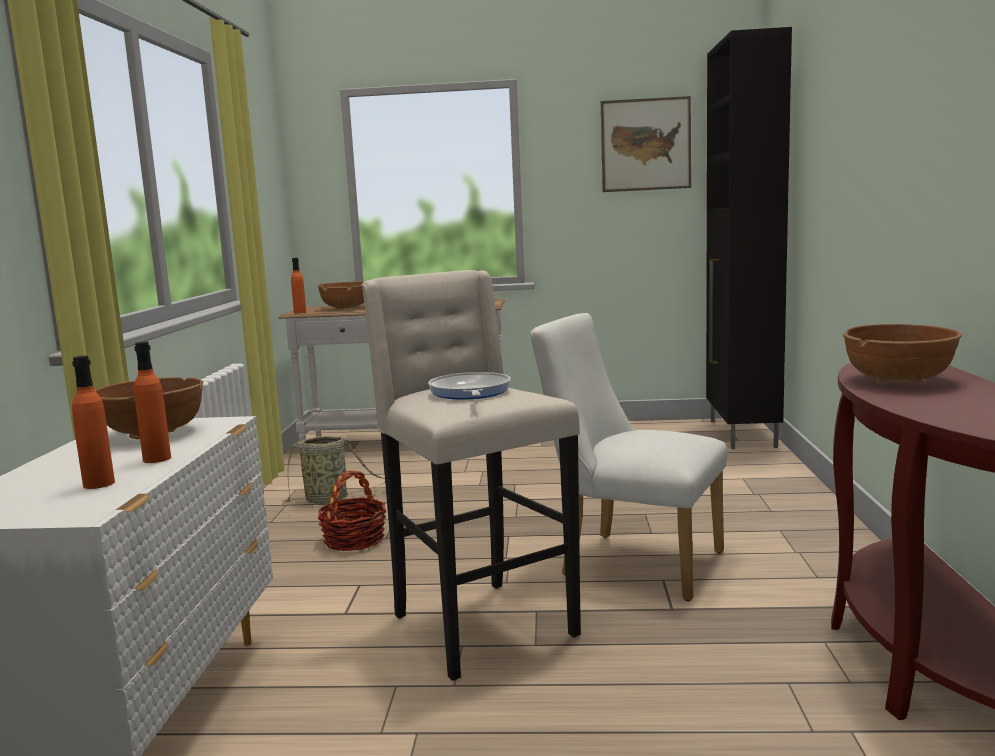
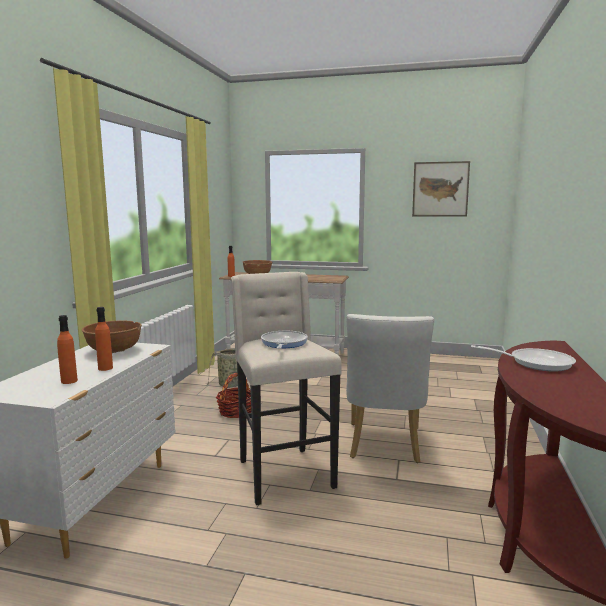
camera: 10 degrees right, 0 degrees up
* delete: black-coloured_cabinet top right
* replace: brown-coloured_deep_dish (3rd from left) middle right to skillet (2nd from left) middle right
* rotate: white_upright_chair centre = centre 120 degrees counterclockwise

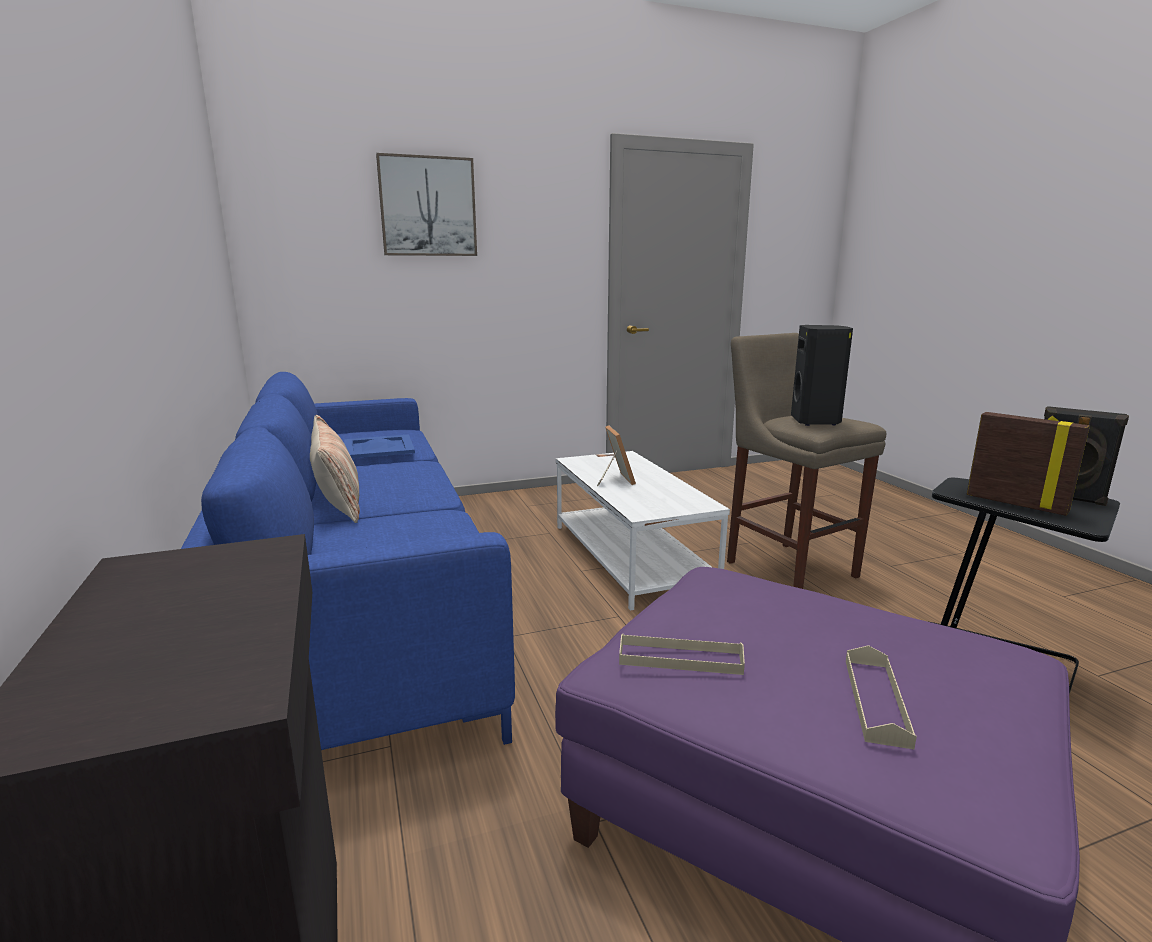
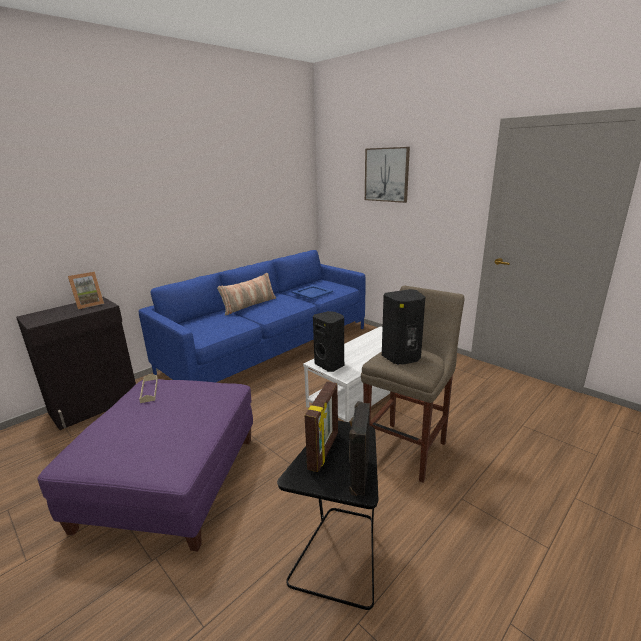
camera: 65 degrees right, 5 degrees up
* delete: beige_serving_tray (2nd from left) bottom right
* insert: black-coloured_speaker (1st from left) centre
* move: photo_frame (1st from left) centre to middle left

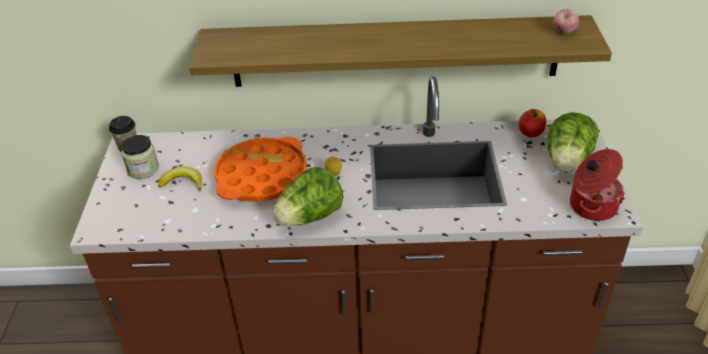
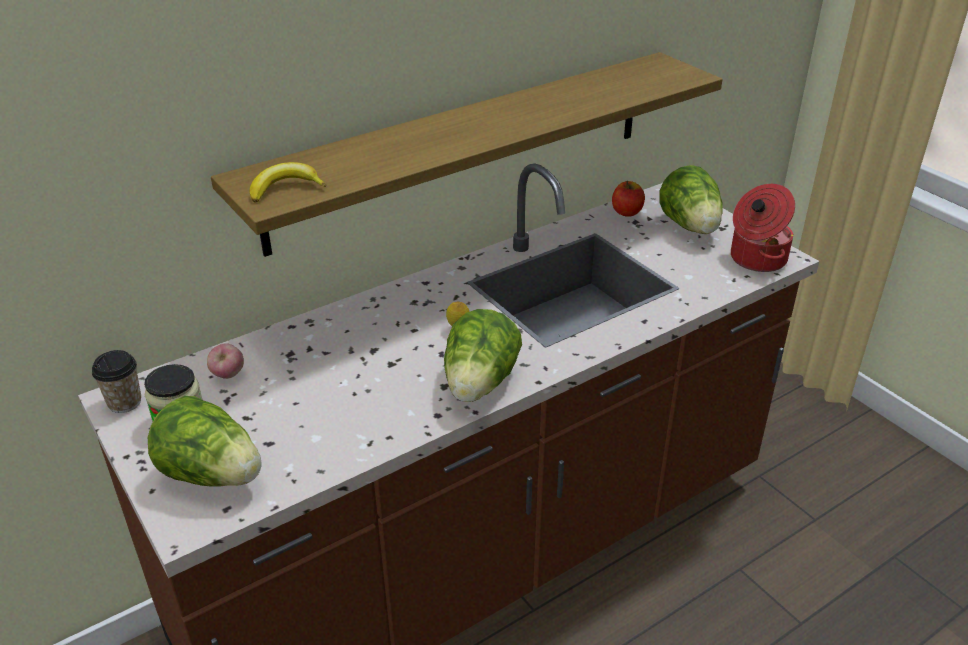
camera: 35 degrees left, 5 degrees down
* delete: orange-coloured_serving_tray centre
* insert: lettuce_head (1st from left) bottom left
* move: whole_banana middle left to top left
* move: apple (2nd from left in the first image) top right to apple (1st from left) middle left

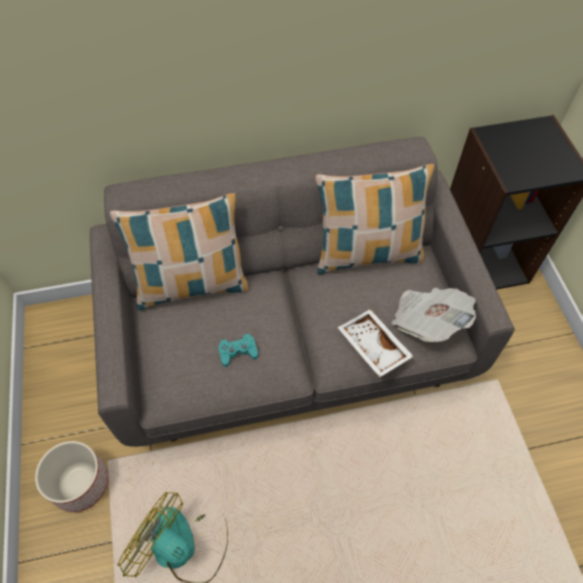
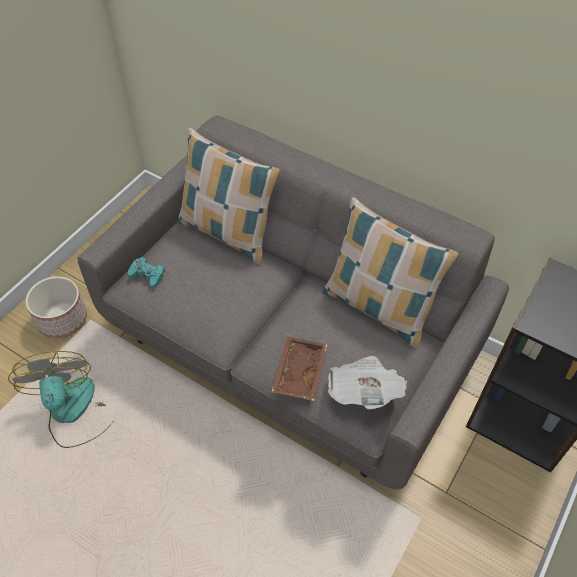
camera: 45 degrees right, 5 degrees down
* move: turquoise-coloured_joypad centre to middle left
* recolor: white_serving_tray centre to brown-coloured_serving_tray centre

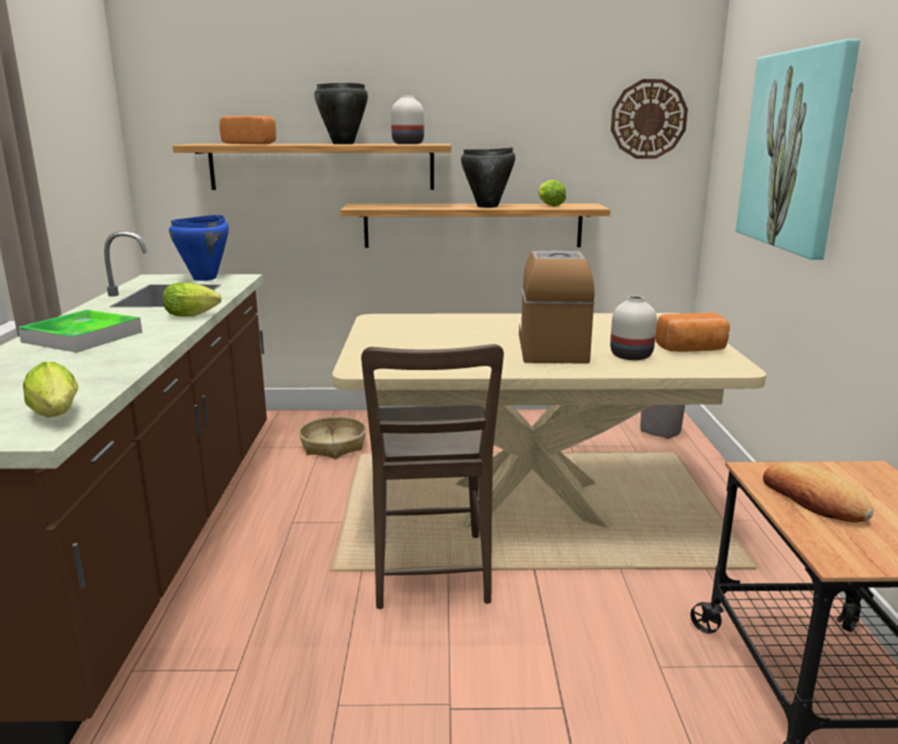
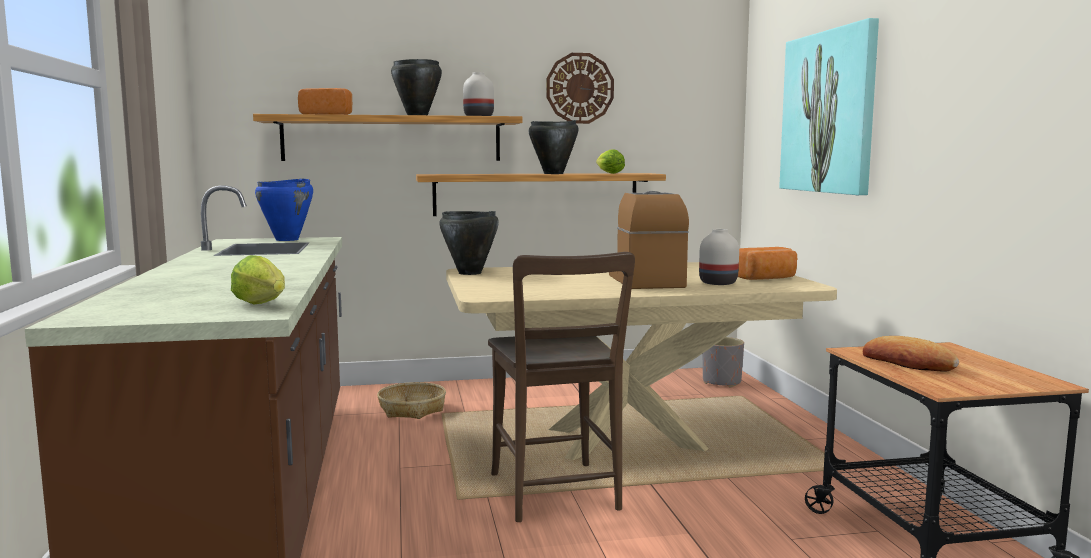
camera: 10 degrees left, 10 degrees down
* delete: serving_tray middle left
* delete: lettuce_head (2nd from left) middle left
* insert: black-coloured_stockpot (2nd from left) centre
* move: wall_clock top right to top centre

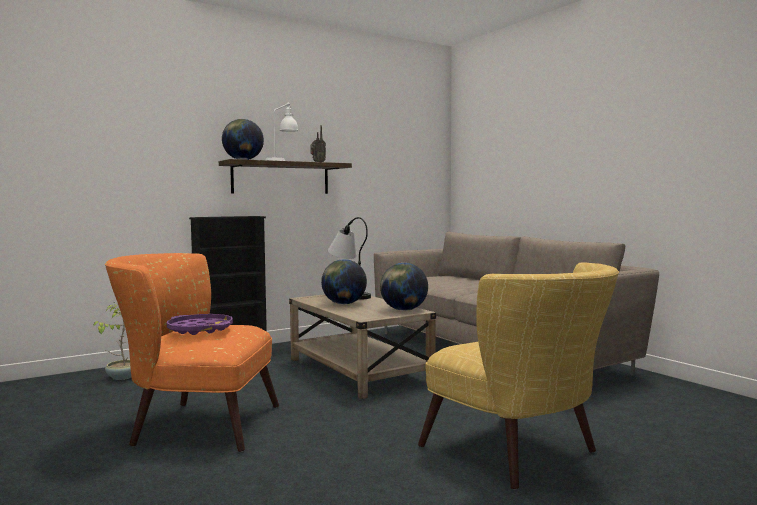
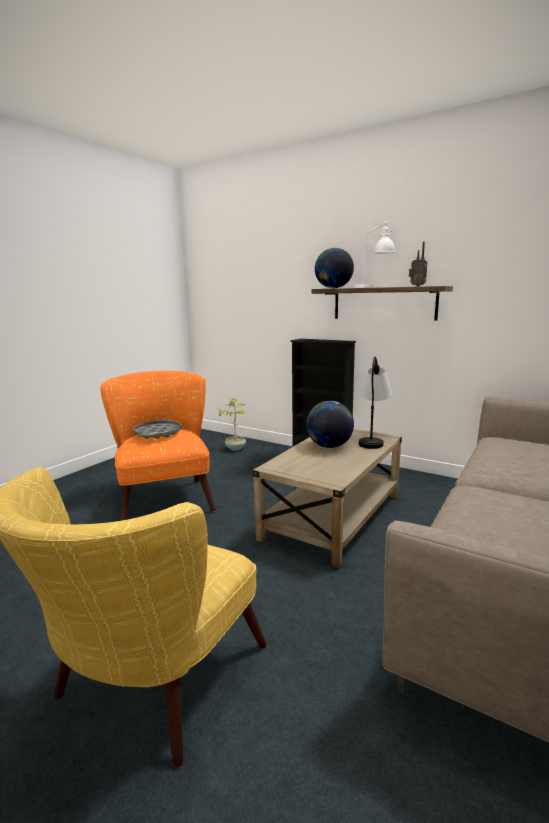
camera: 65 degrees right, 10 degrees up
* delete: desk_globe (3rd from left) centre
* recolor: purple_serving_tray middle left to gray_serving_tray middle left

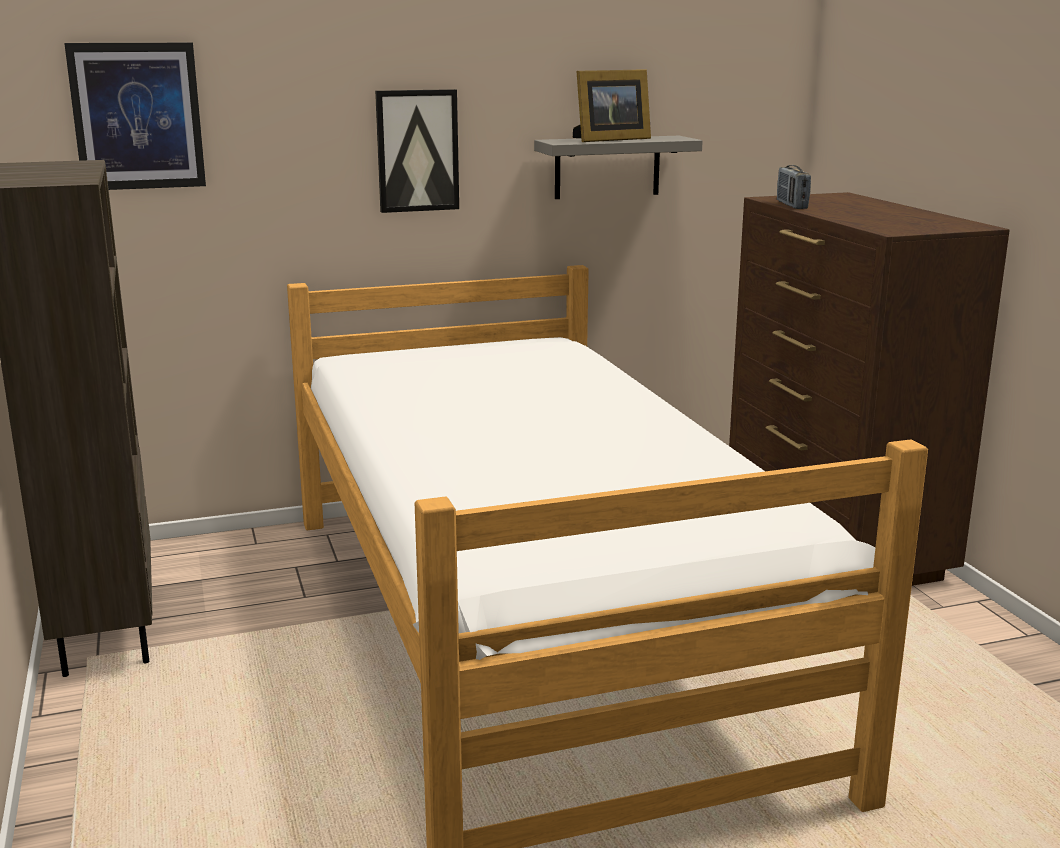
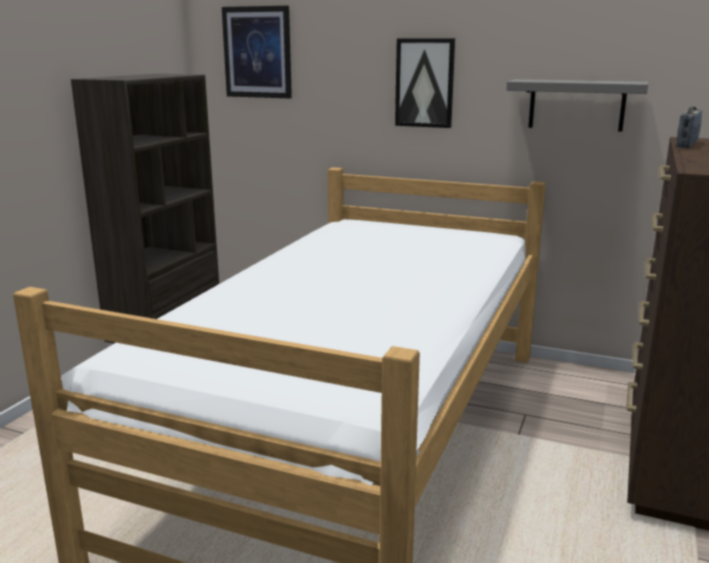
camera: 40 degrees right, 0 degrees up
* delete: photo_frame top centre

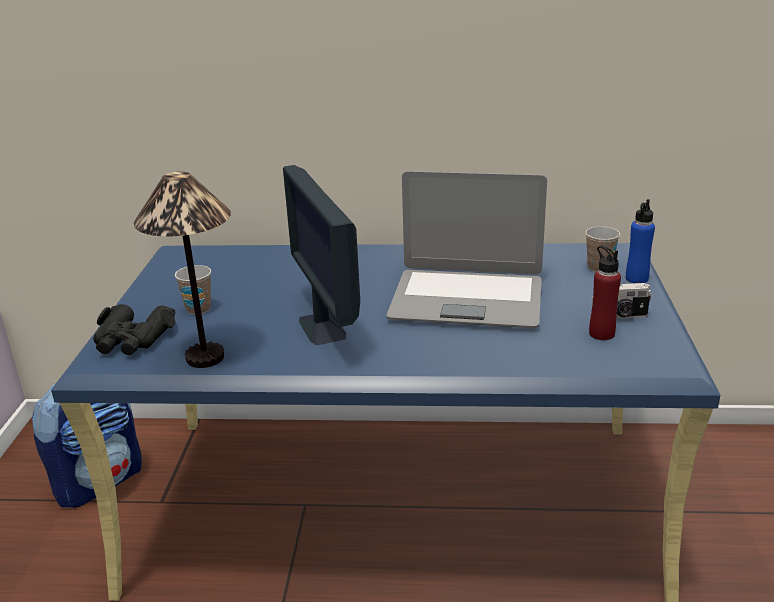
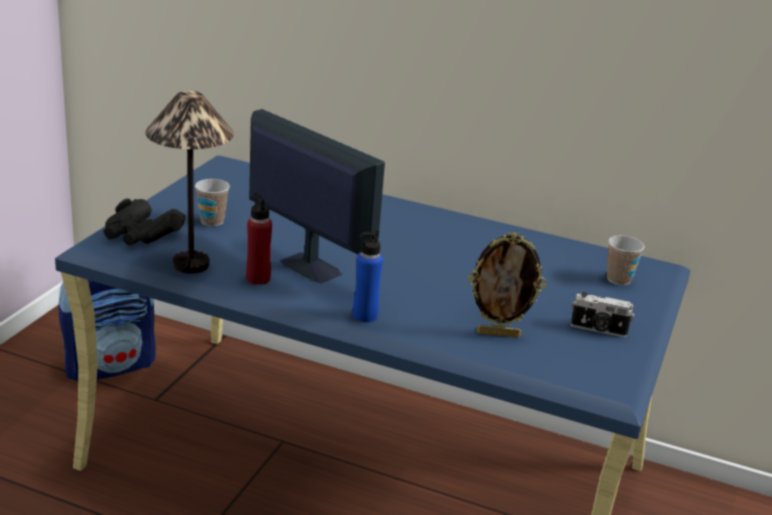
camera: 15 degrees right, 0 degrees up
* delete: laptop centre
* insert: photo_frame centre
* move: reddish_drink_bottle middle right to centre
* move: bluish_drink_bottle middle right to centre
* rotate: computer_display centre = centre 135 degrees clockwise

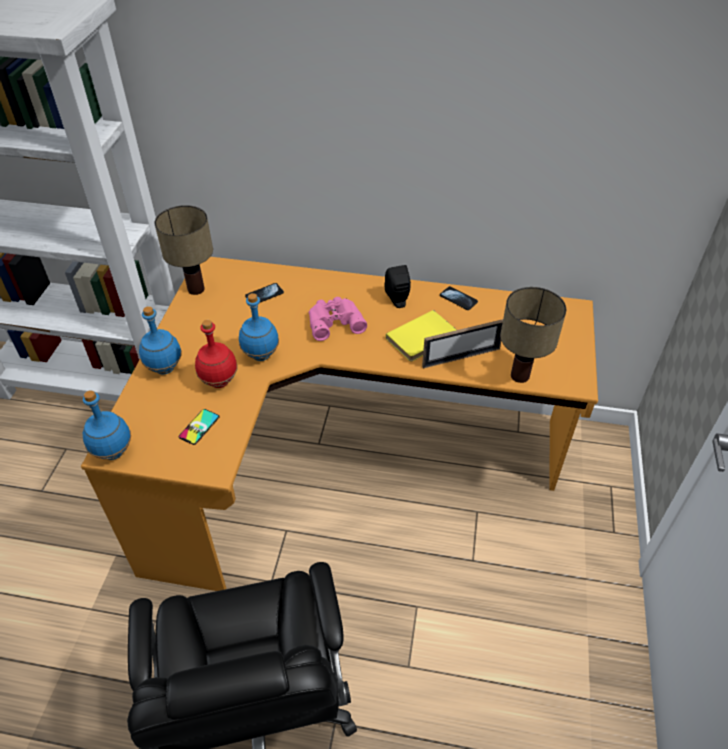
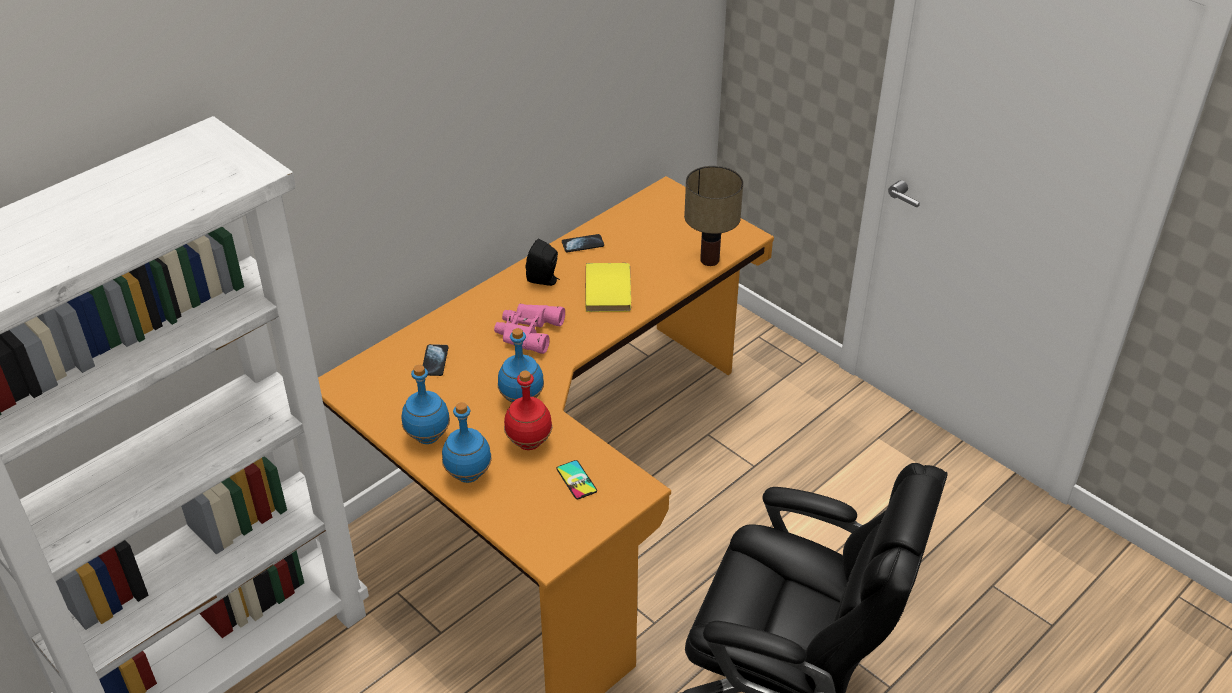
camera: 55 degrees left, 5 degrees down
* delete: tabletop_lamp (1st from left) middle left
* delete: photo_frame centre
* move: bluish_drink_bottle (1st from left) middle left to centre

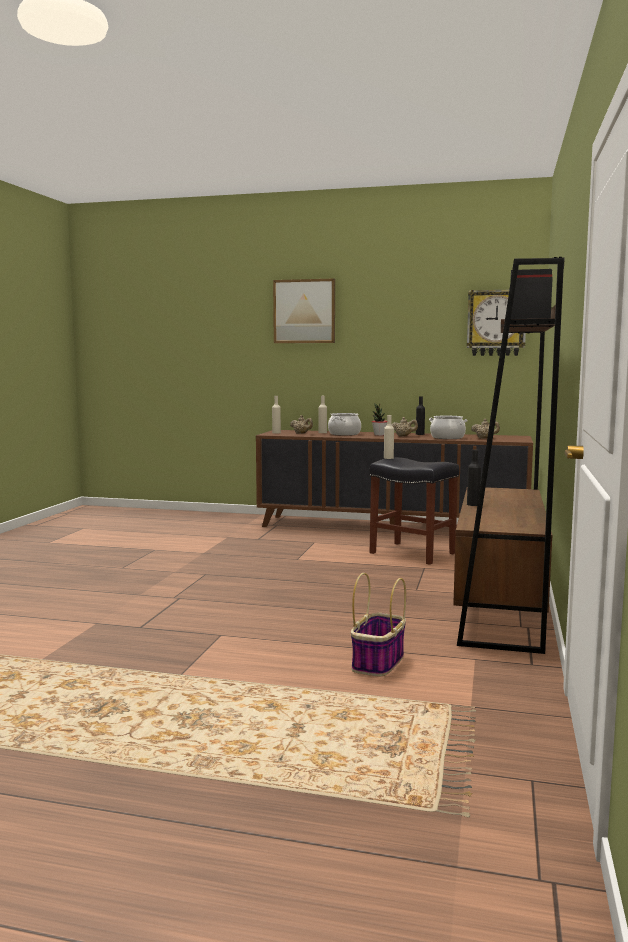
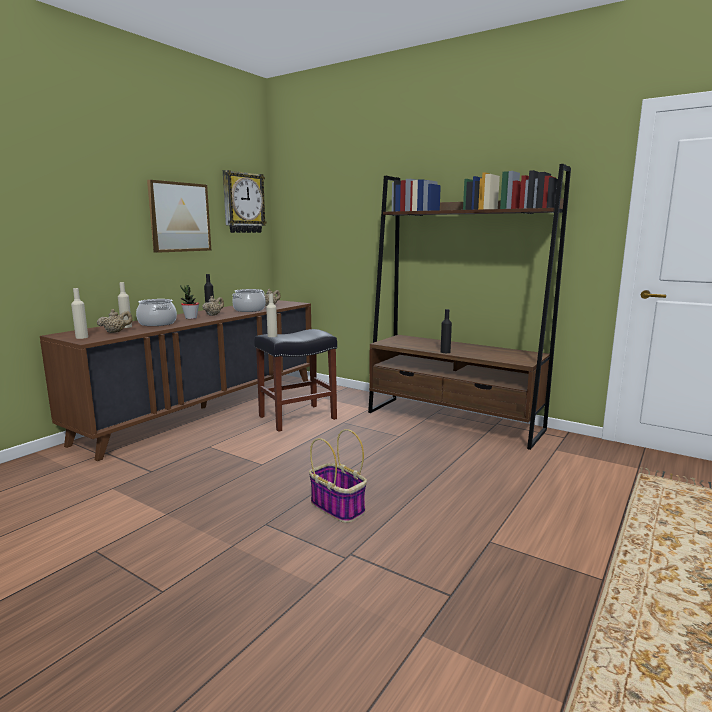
camera: 70 degrees left, 5 degrees up
* move: picture top centre to top left
* move: household_basket centre to bottom centre

